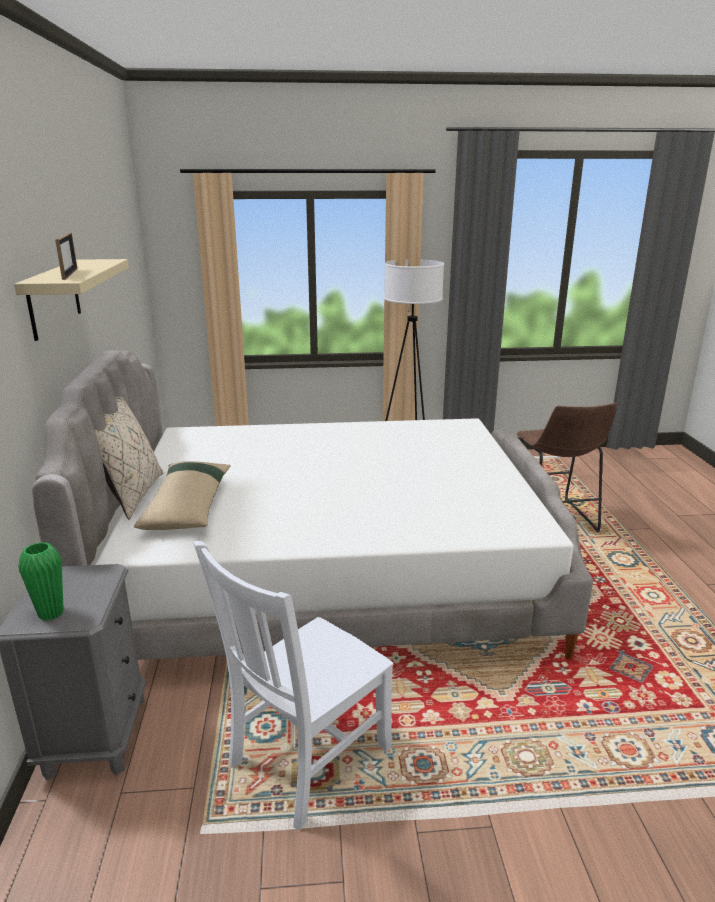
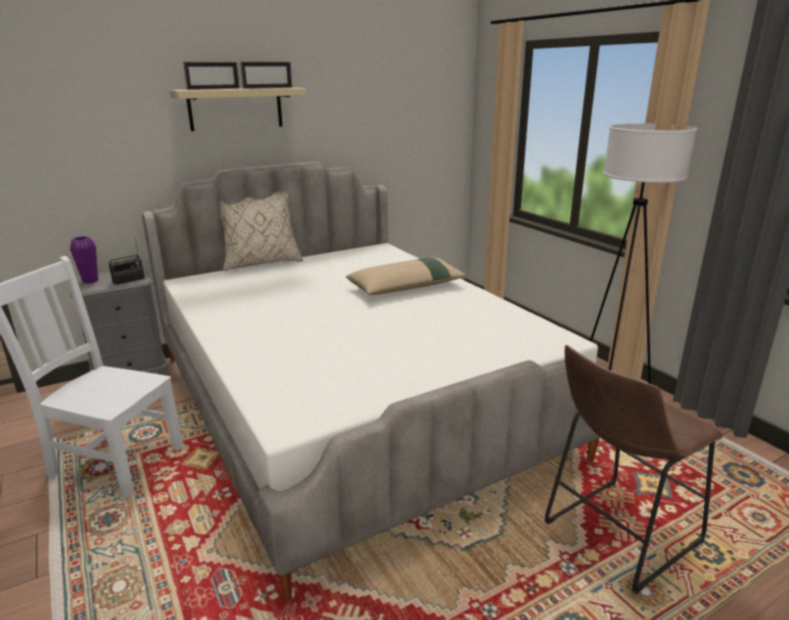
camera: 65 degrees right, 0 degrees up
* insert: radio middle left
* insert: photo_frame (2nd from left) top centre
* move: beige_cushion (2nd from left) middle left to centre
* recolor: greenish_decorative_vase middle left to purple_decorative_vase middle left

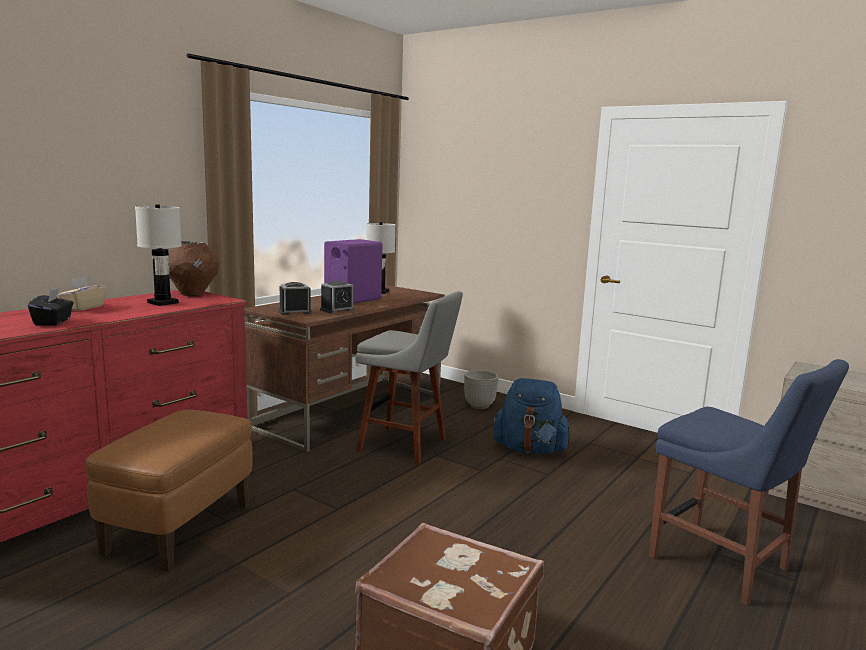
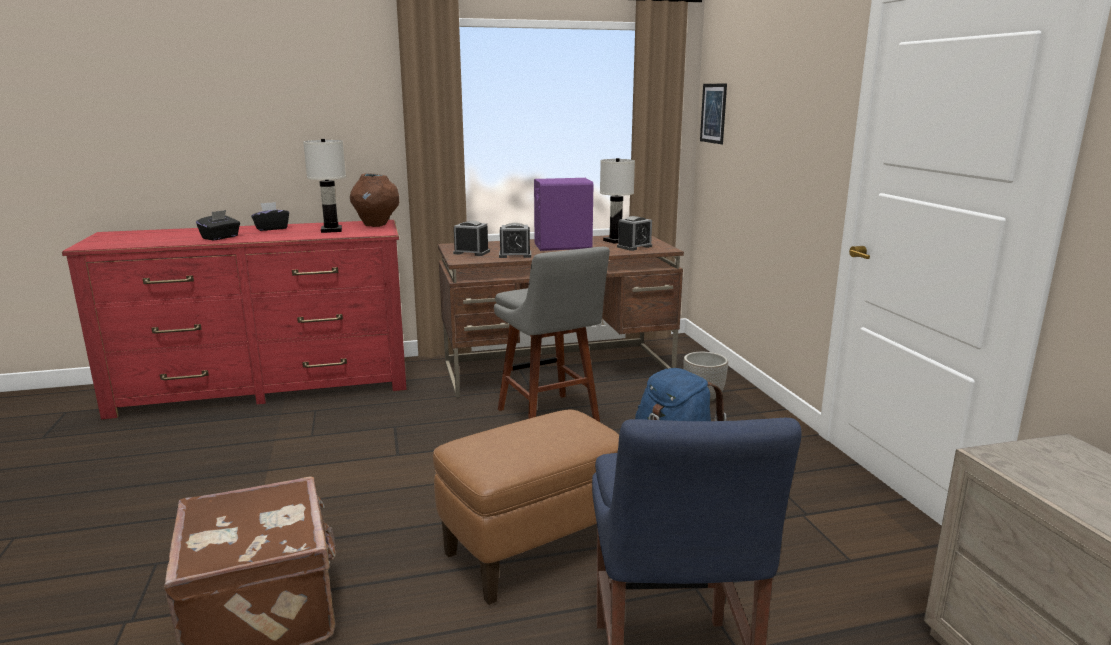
camera: 40 degrees right, 5 degrees up
* insert: table_clock (3rd from left) centre
* insert: picture top centre
* move: brown-coloured_footrest bottom left to bottom centre
* recolor: beige_box_of_tissues middle left to black-coloured_box_of_tissues (2nd from left) middle left

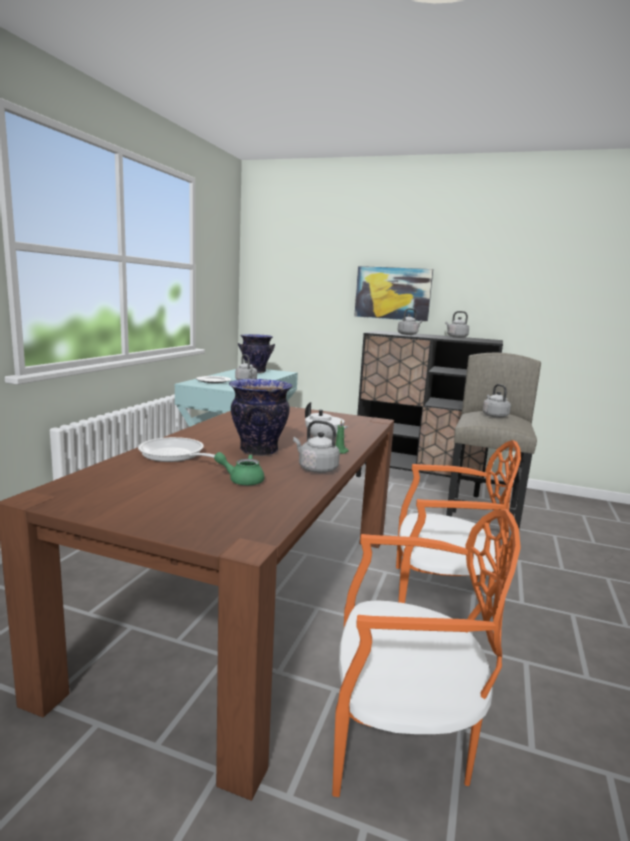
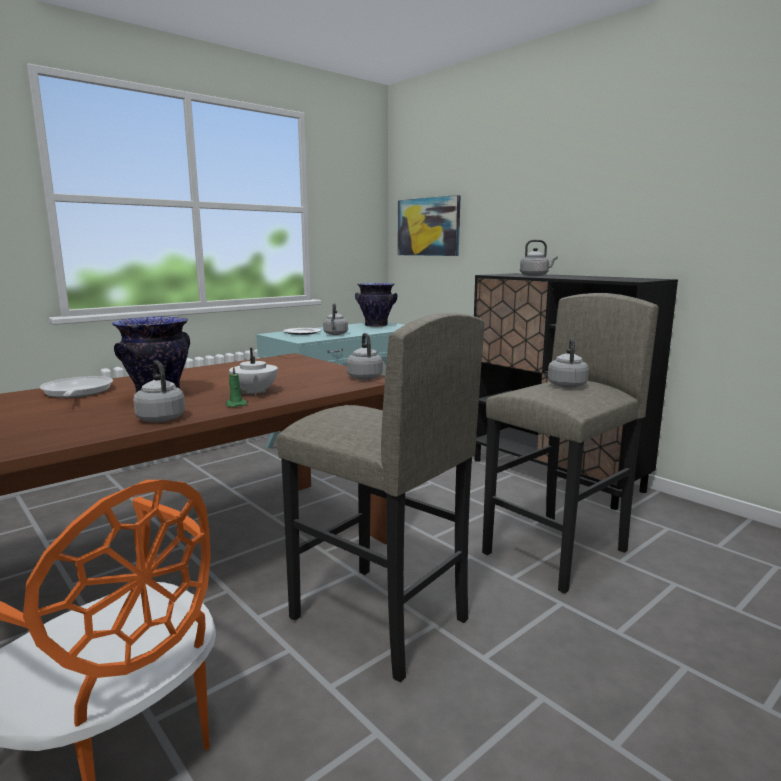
camera: 30 degrees right, 0 degrees up
* delete: greenish_tea_pot centre
* move: picture centre to top centre
* move: gray_kettle (4th from left in the first image) middle right to gray_kettle (3rd from left) centre
* replace: orange-coloured_upright_chair (2nd from left) middle right to gray_sitting_stool (1st from left) centre

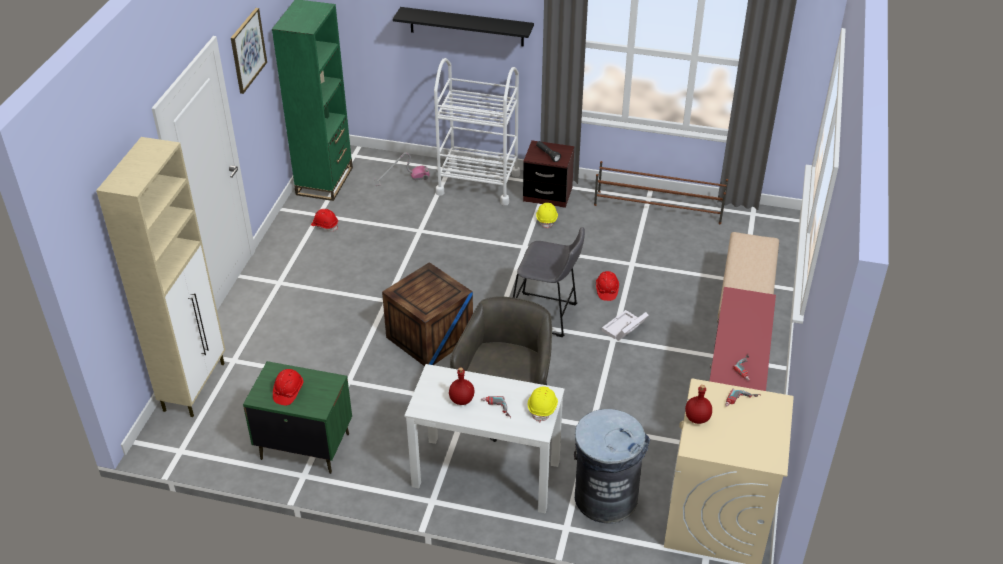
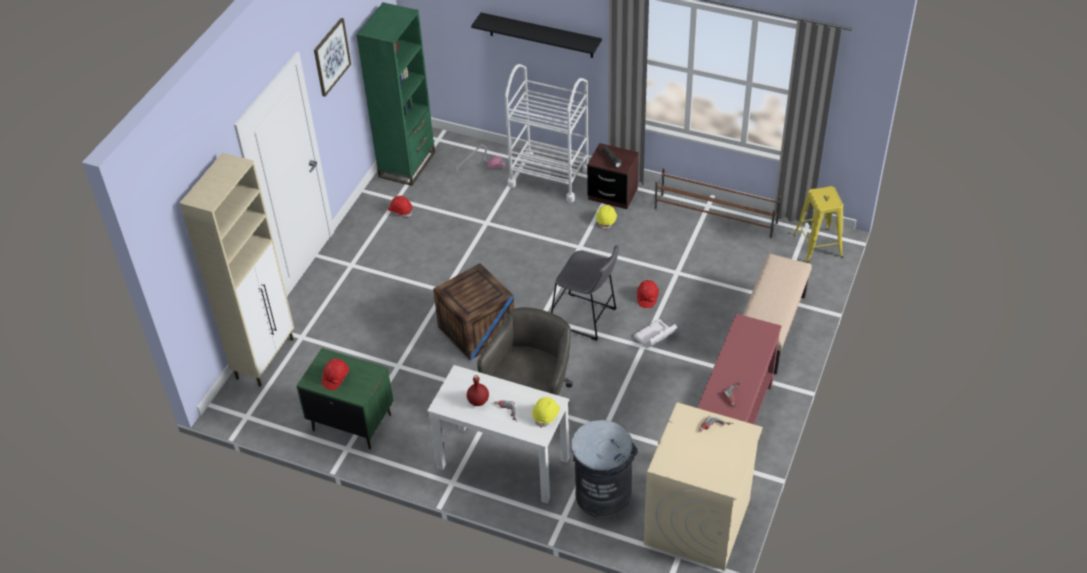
camera: 10 degrees right, 5 degrees up
* delete: reddish_drink_bottle (2nd from left) bottom right
* insert: yellow_sitting_stool middle right

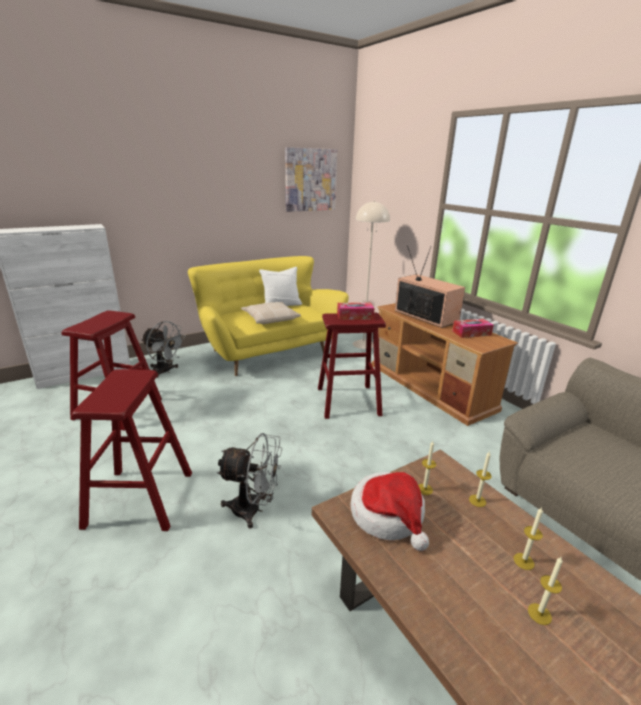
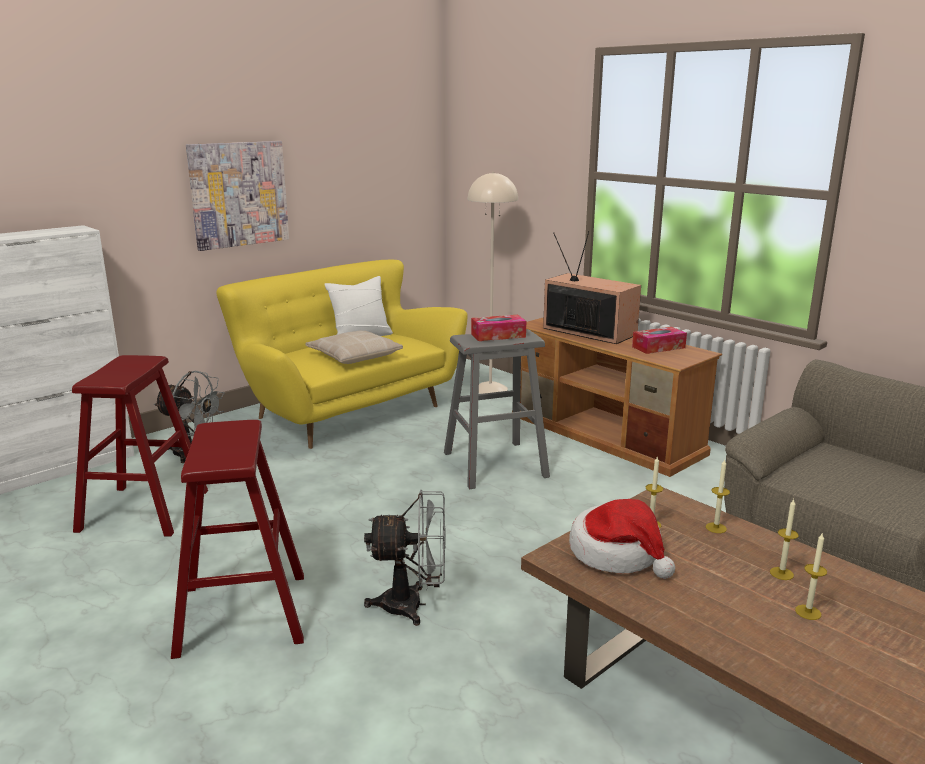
camera: 10 degrees left, 5 degrees down
* move: picture top centre to top left
* recolor: reddish_sitting_stool (3rd from left) centre to gray_sitting_stool centre

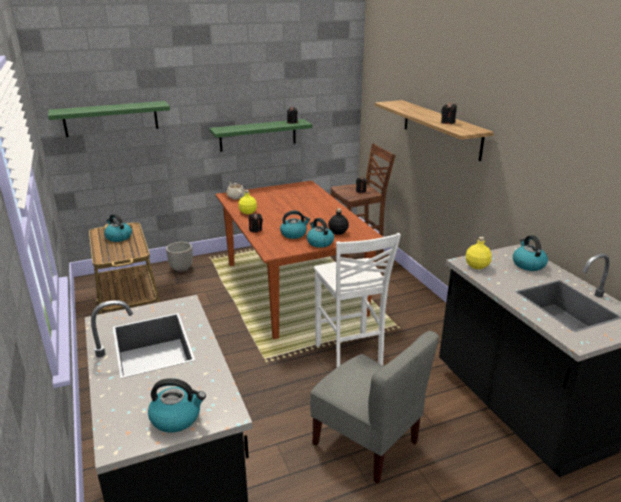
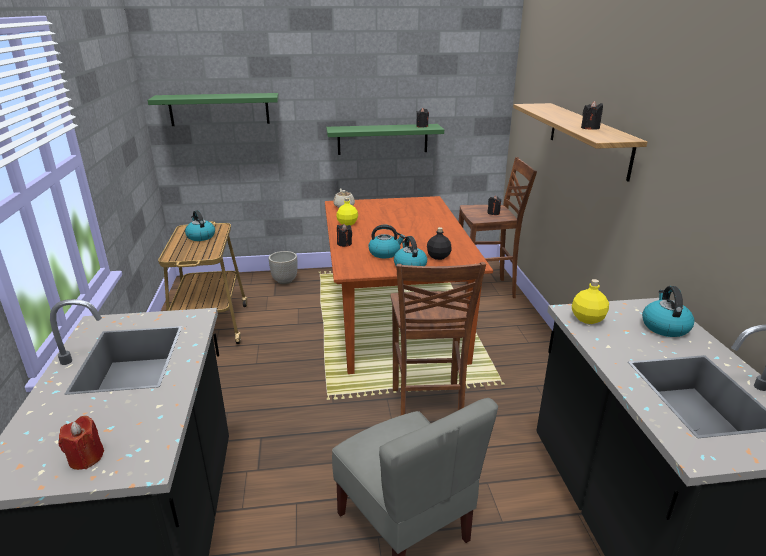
camera: 15 degrees right, 0 degrees up
* replace: kettle (2nd from left) bottom left to reddish_candle bottom left
* recolor: white_sitting_stool centre to brown-coloured_sitting_stool (1st from left) centre

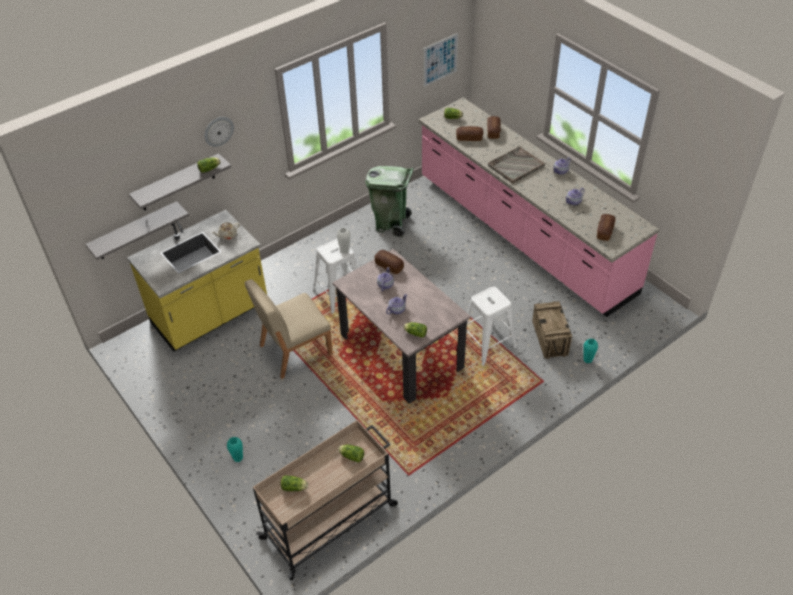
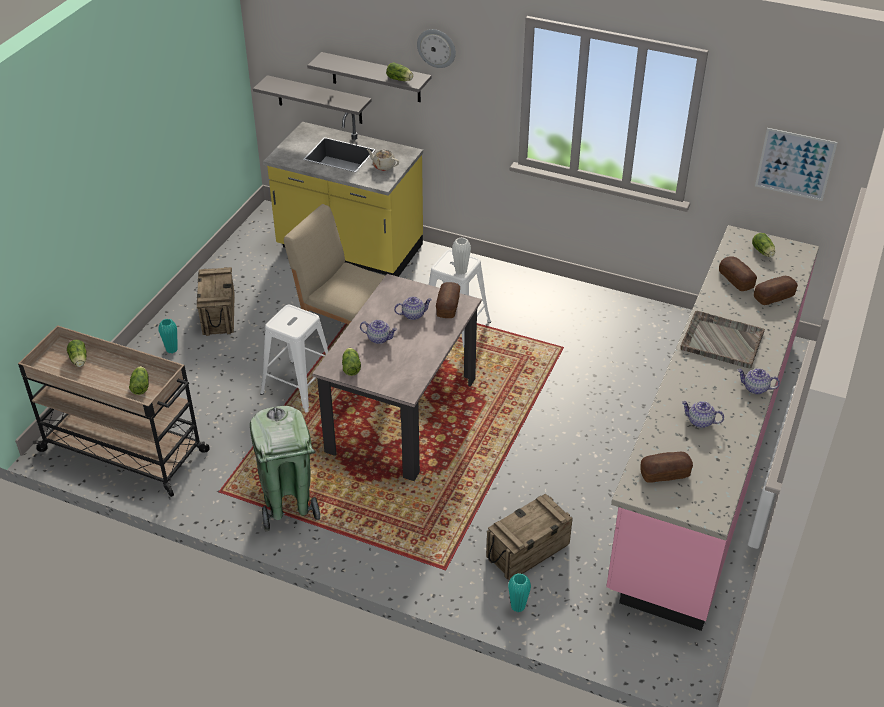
camera: 60 degrees right, 5 degrees down
* insert: crate (1st from left) middle left
* move: greenish_waste_bin centre to middle left
* move: white_sitting_stool (2nd from left in the first image) centre to white_sitting_stool (1st from left) middle left

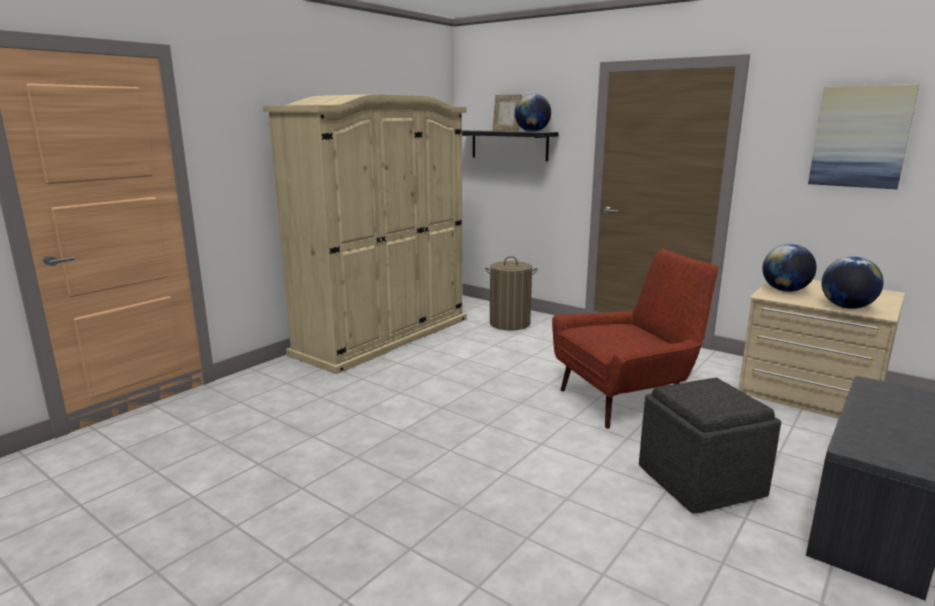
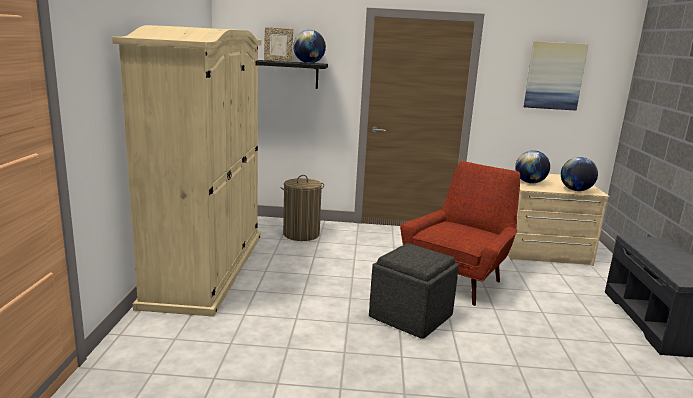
camera: 35 degrees left, 0 degrees up
* move: gray_footrest bottom right to bottom centre

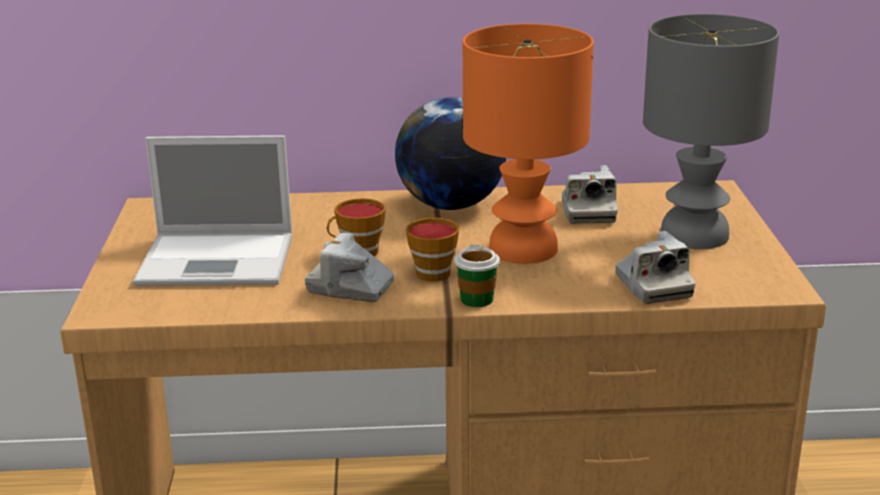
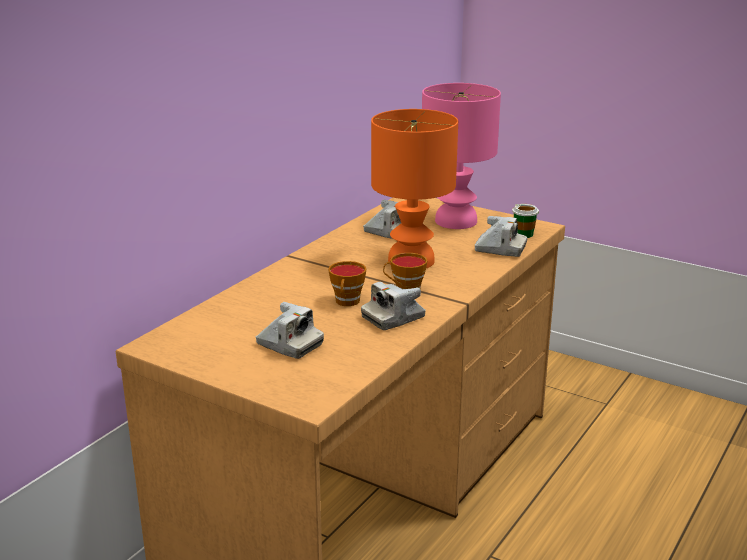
camera: 55 degrees left, 0 degrees up
* delete: desk_globe top centre
* move: cup (3rd from left) centre to middle right
* replace: laptop middle left to photo_camera (1st from left) centre
* recolor: gray_tabletop_lamp top right to pink_tabletop_lamp top centre

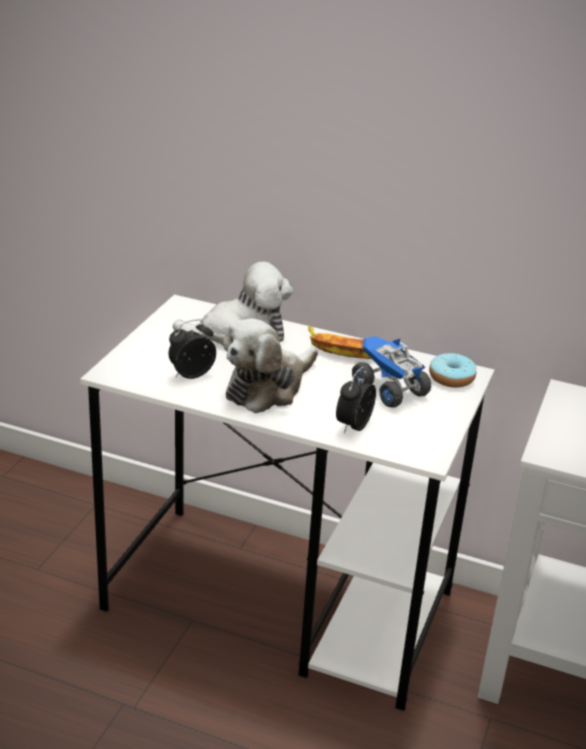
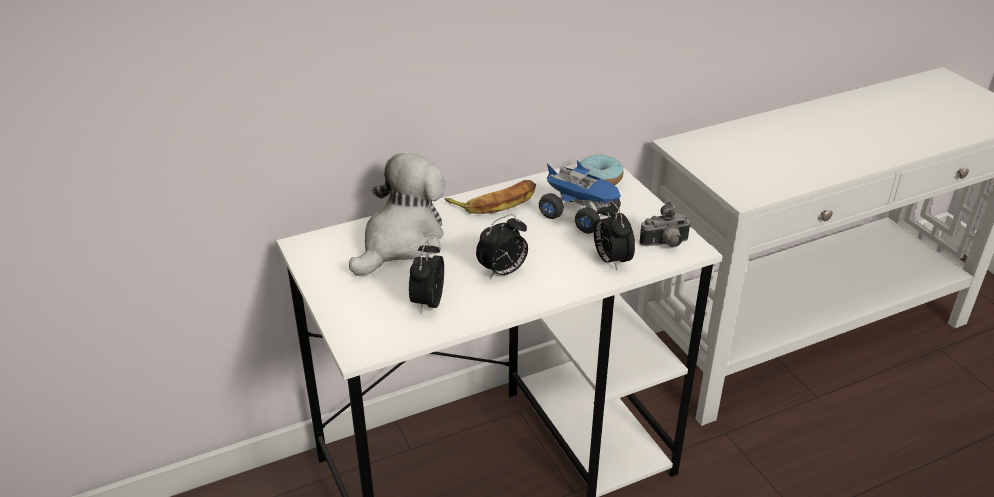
camera: 45 degrees left, 5 degrees up
* insert: photo_camera middle right
* replace: soft_toy (2nd from left) centre to table_clock (2nd from left) centre
* rotate: model_truck middle right = centre 150 degrees counterclockwise

